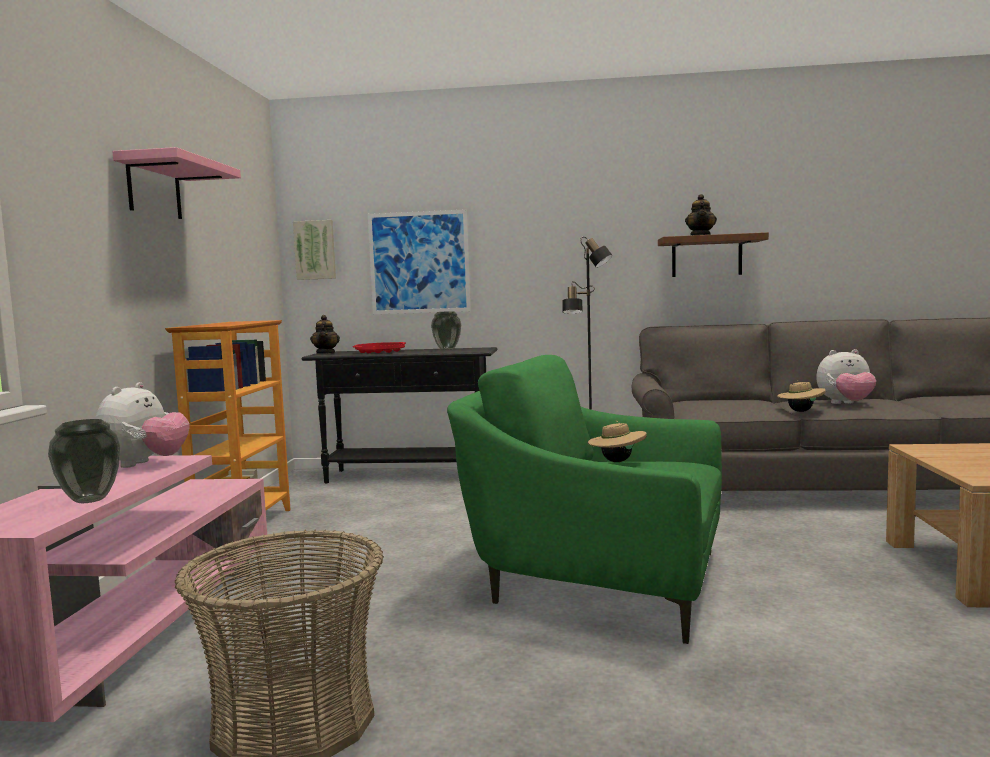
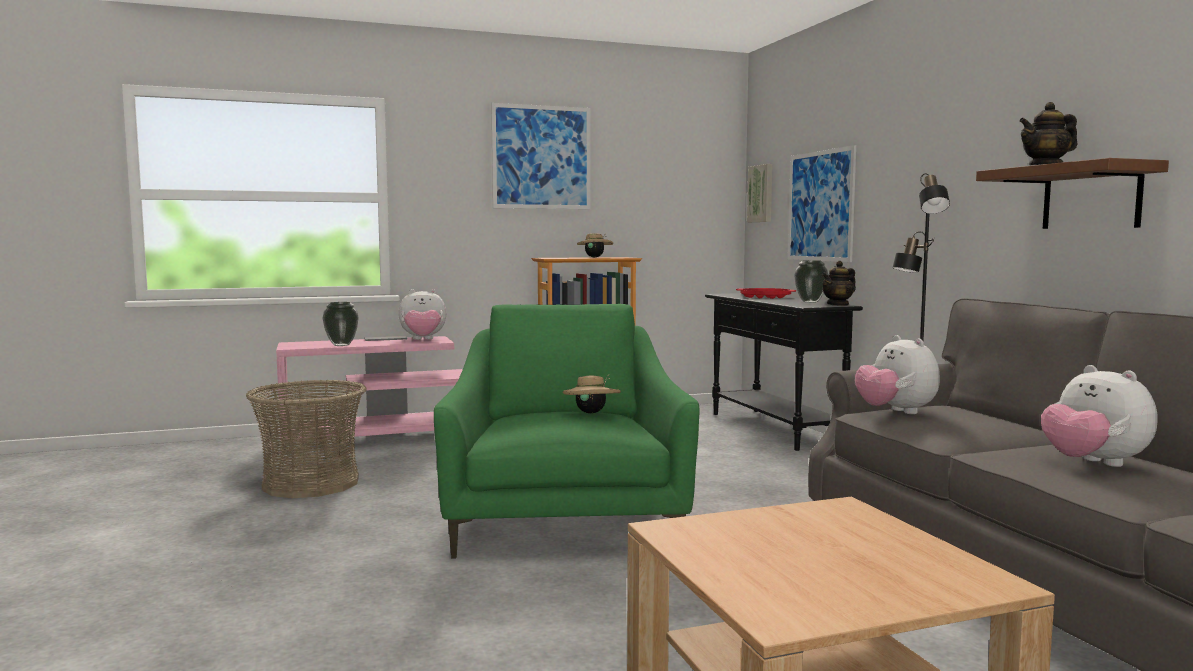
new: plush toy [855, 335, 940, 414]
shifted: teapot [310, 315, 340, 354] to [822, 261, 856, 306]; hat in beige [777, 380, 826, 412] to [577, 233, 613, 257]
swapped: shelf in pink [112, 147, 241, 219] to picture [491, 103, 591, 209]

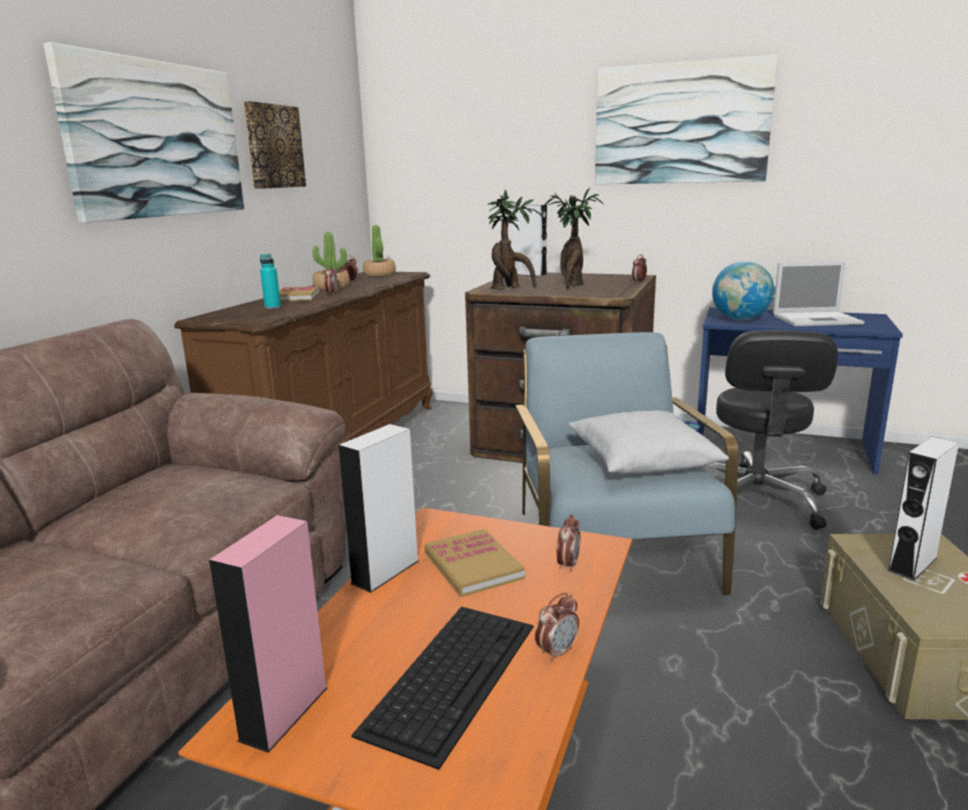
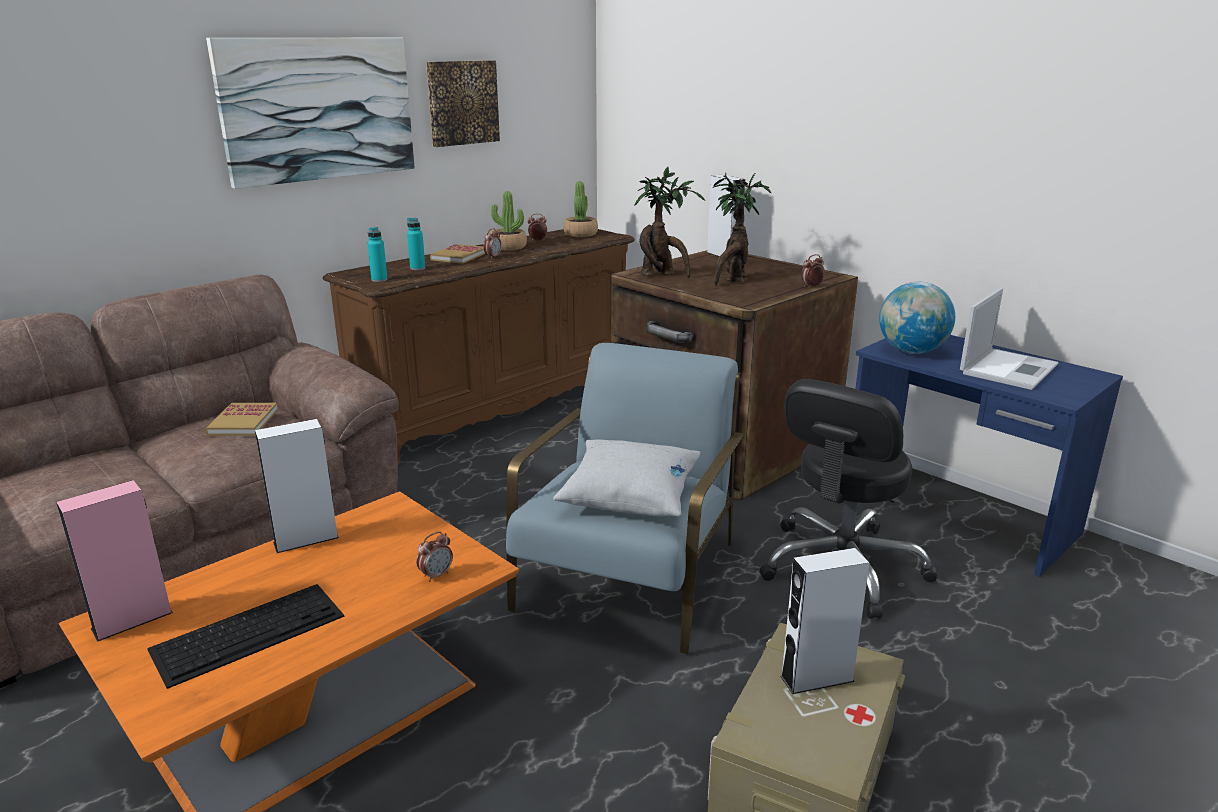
gone: picture [595, 54, 778, 184]; alarm clock [535, 593, 579, 662]
new: bottle in turquoise [367, 227, 388, 282]
shifted: book [424, 529, 525, 597] to [205, 403, 278, 436]
rotated: laptop [773, 261, 864, 326] = [960, 288, 1059, 390] 75 degrees counterclockwise

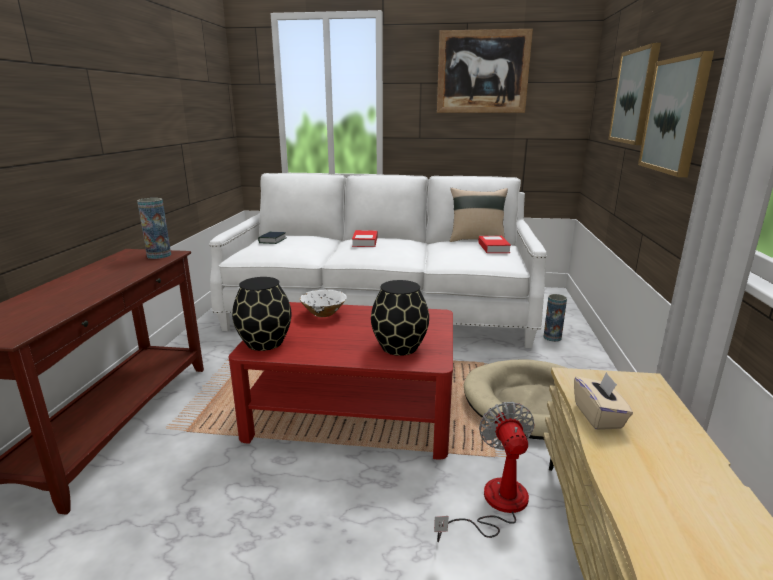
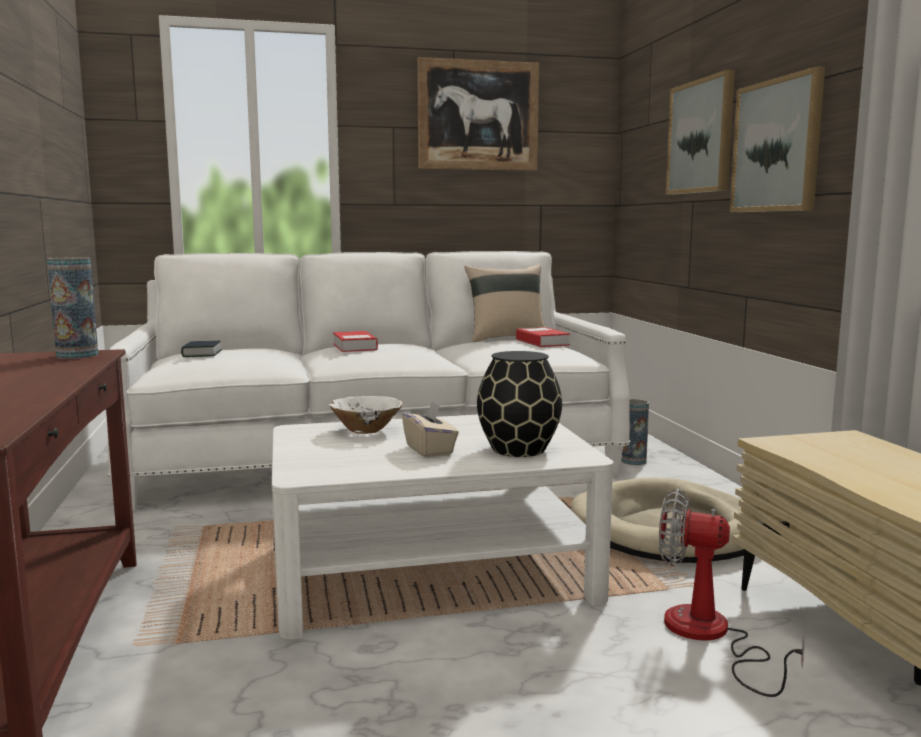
gone: vase in black [232, 277, 291, 351]
shifted: tissue box in beige [574, 372, 633, 430] to [402, 401, 459, 457]
repainted: coffee table in red [228, 302, 453, 460] to coffee table in white [272, 415, 613, 640]
rotated: fan [434, 402, 535, 542] = [659, 488, 805, 697] 45 degrees counterclockwise

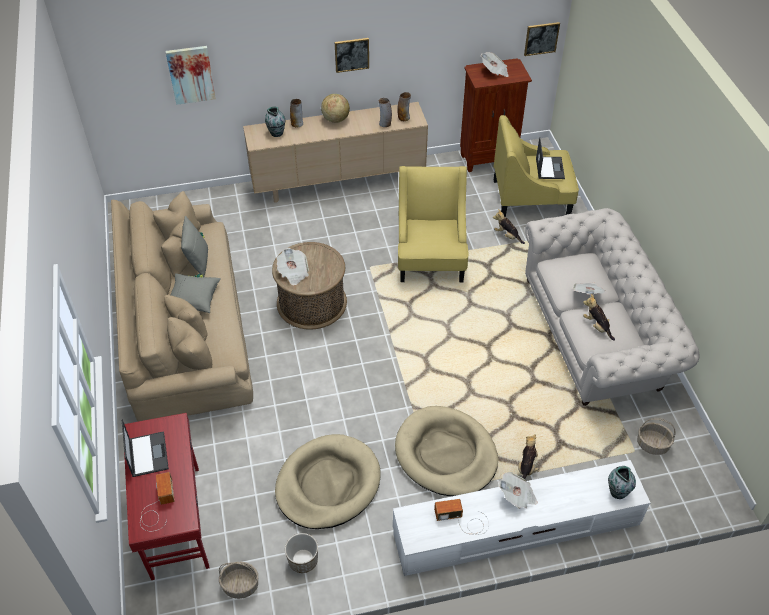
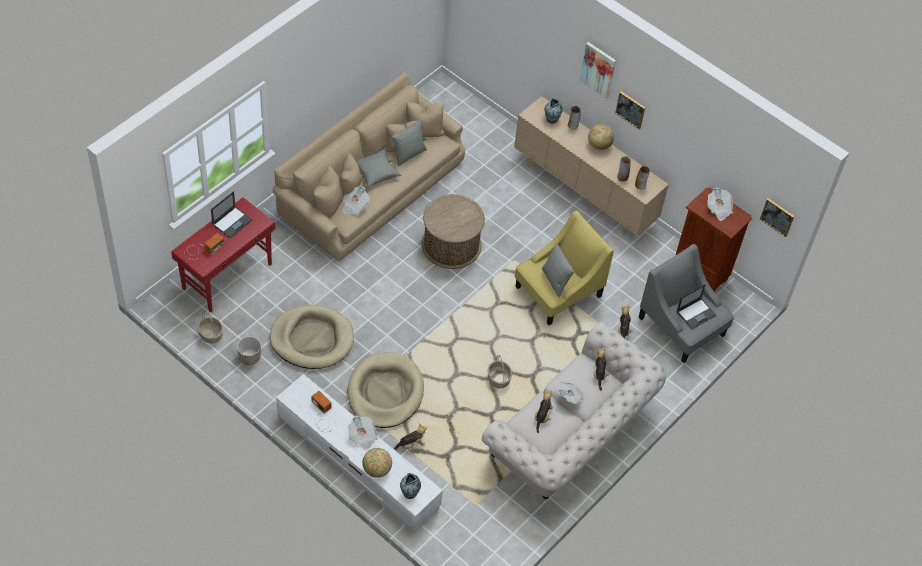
new: pillow in grey [542, 243, 574, 297]; plush toy [594, 347, 609, 390]; globe [363, 448, 392, 478]
shifted: picture [165, 46, 216, 105] to [580, 42, 616, 99]; newspaper [277, 248, 309, 286] to [342, 186, 370, 216]; basket [637, 418, 676, 455] to [488, 355, 512, 389]
repainted: armchair in yellow [494, 115, 579, 217] to armchair in grey [639, 244, 734, 363]

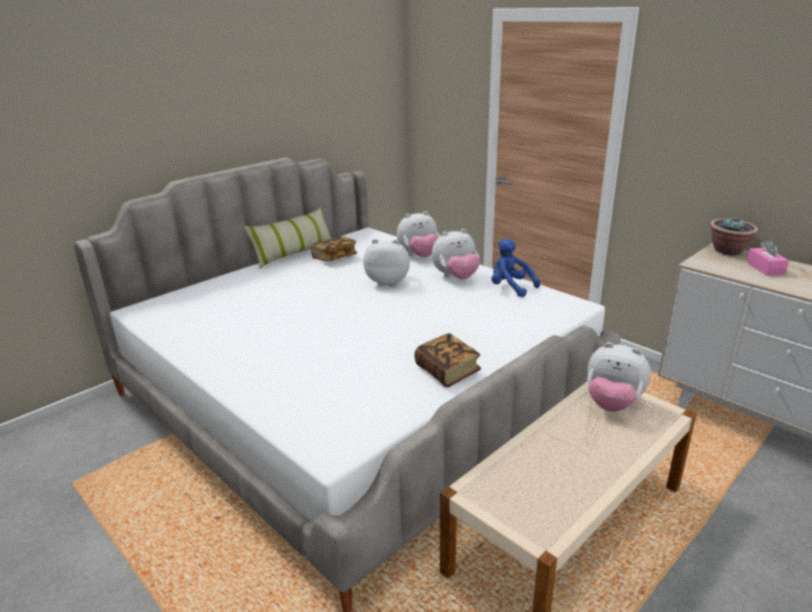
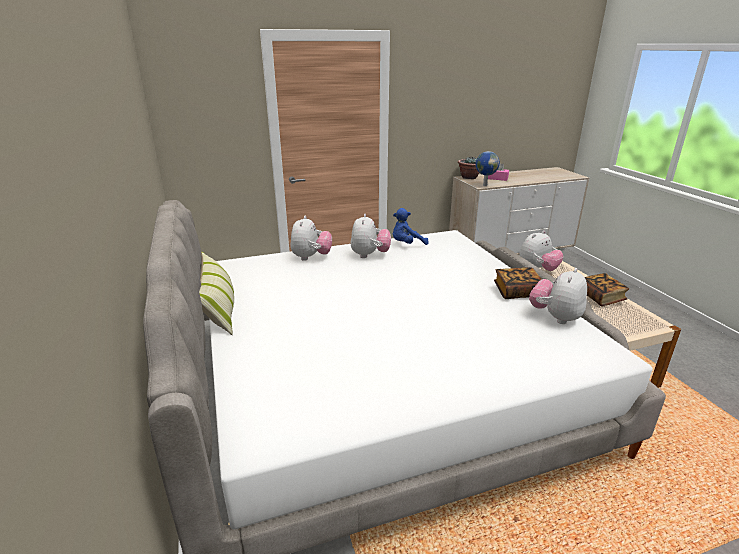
new: globe [475, 151, 500, 186]
shifted: book [310, 237, 357, 262] to [585, 273, 629, 306]; plush toy [363, 239, 410, 287] to [529, 268, 587, 324]

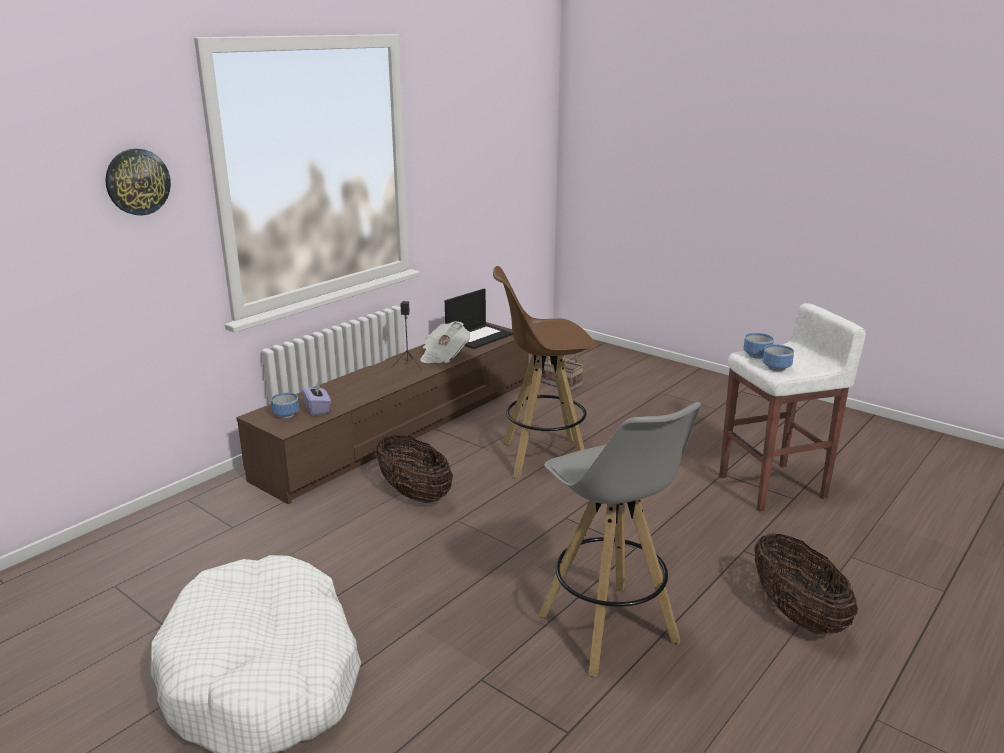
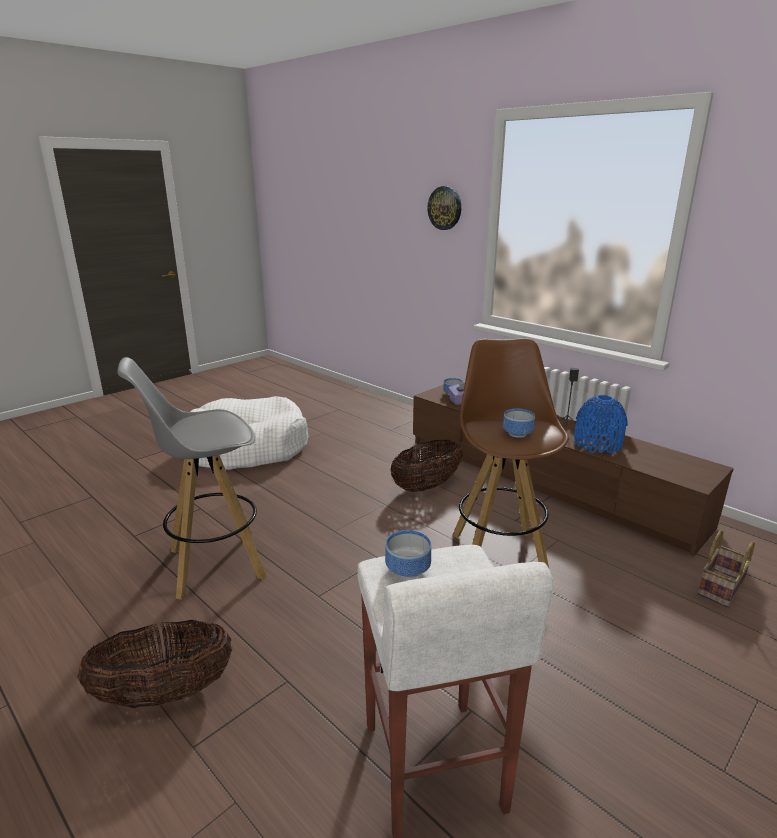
gone: laptop [445, 289, 513, 349]
shifted: bowl [743, 333, 773, 359] to [503, 409, 535, 438]
swapped: newspaper [420, 321, 470, 363] to vase in blue [574, 395, 628, 454]

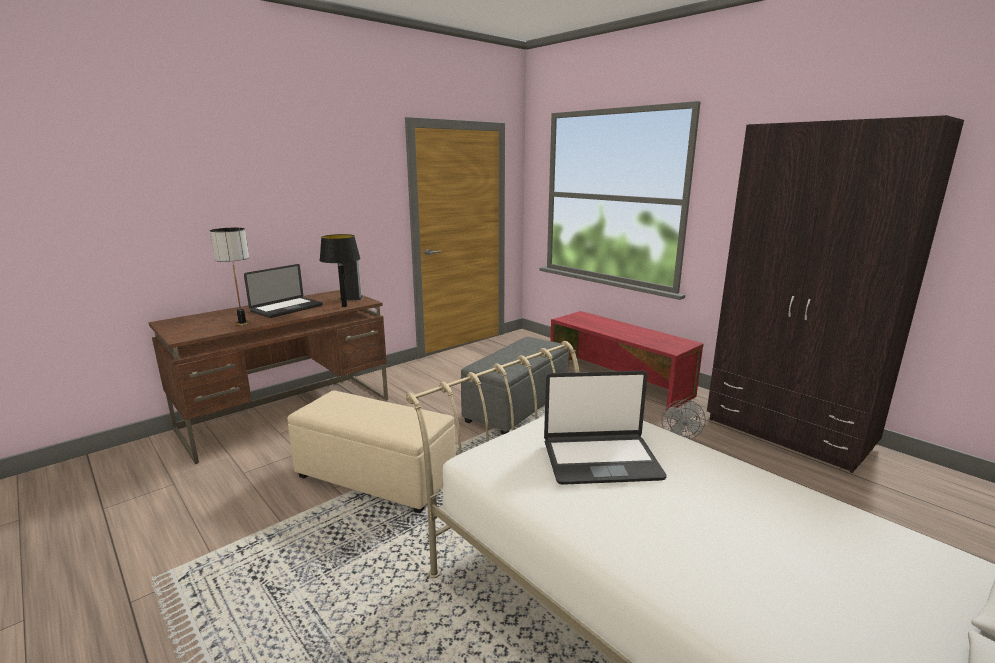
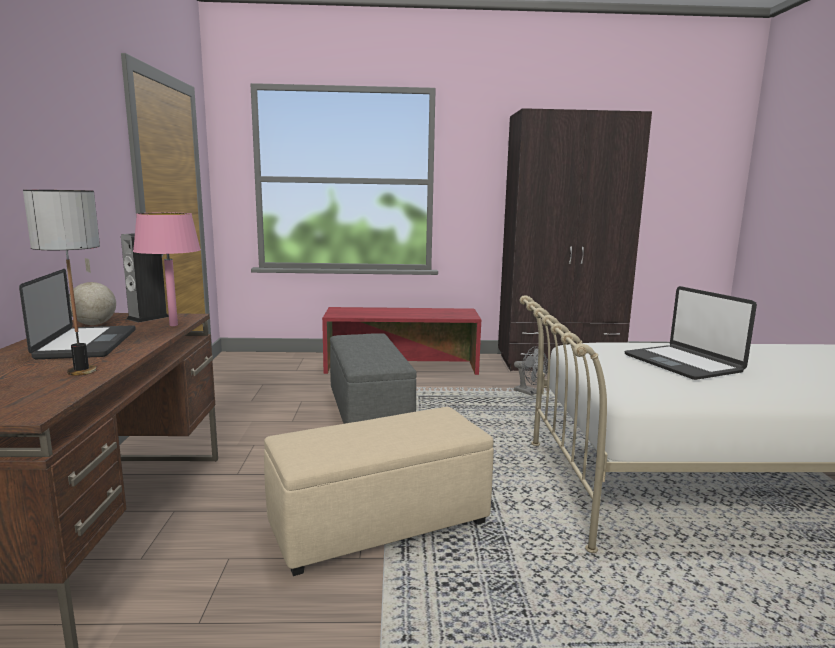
new: globe [69, 258, 116, 325]
repainted: table lamp in black [319, 234, 361, 307] to table lamp in pink [133, 213, 201, 326]
rotated: laptop [544, 371, 666, 485] = [624, 286, 757, 380] 120 degrees clockwise

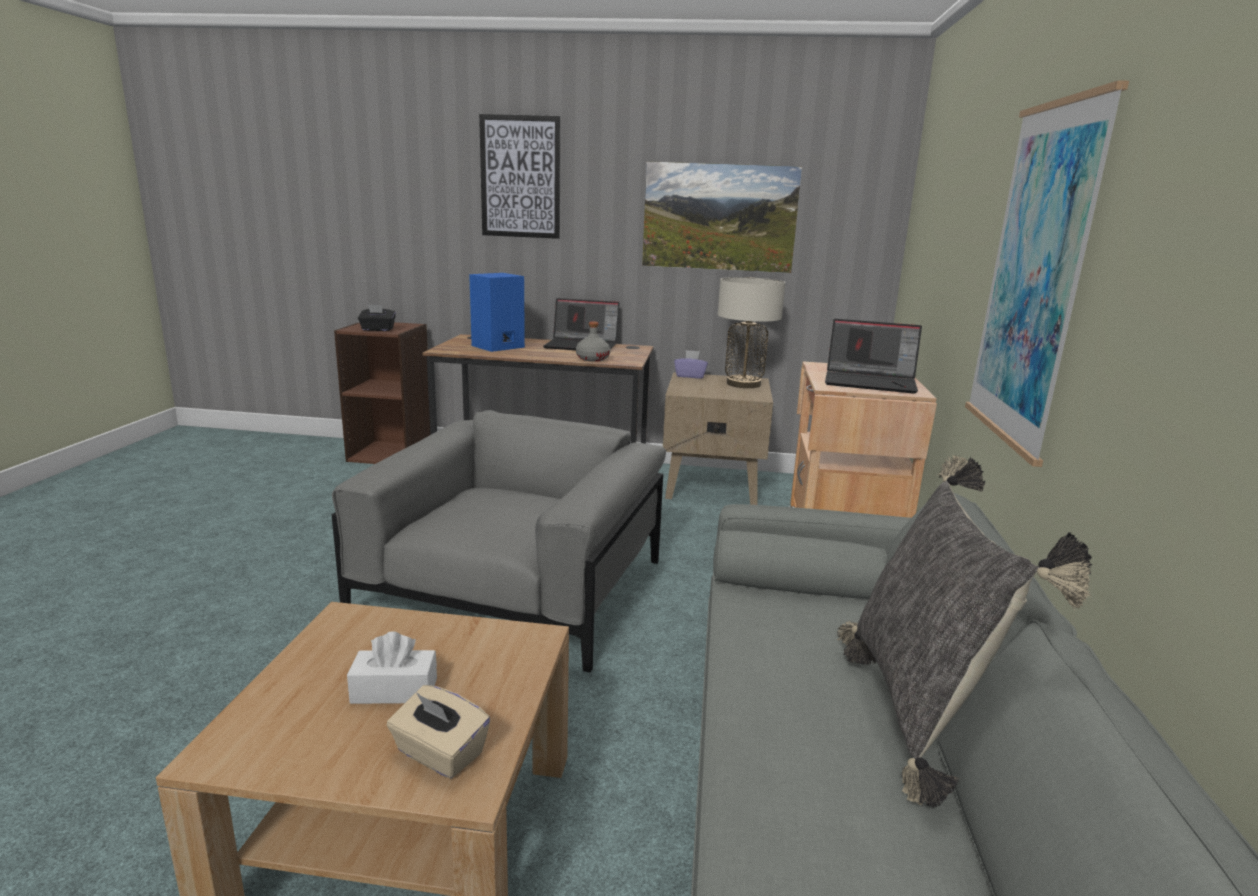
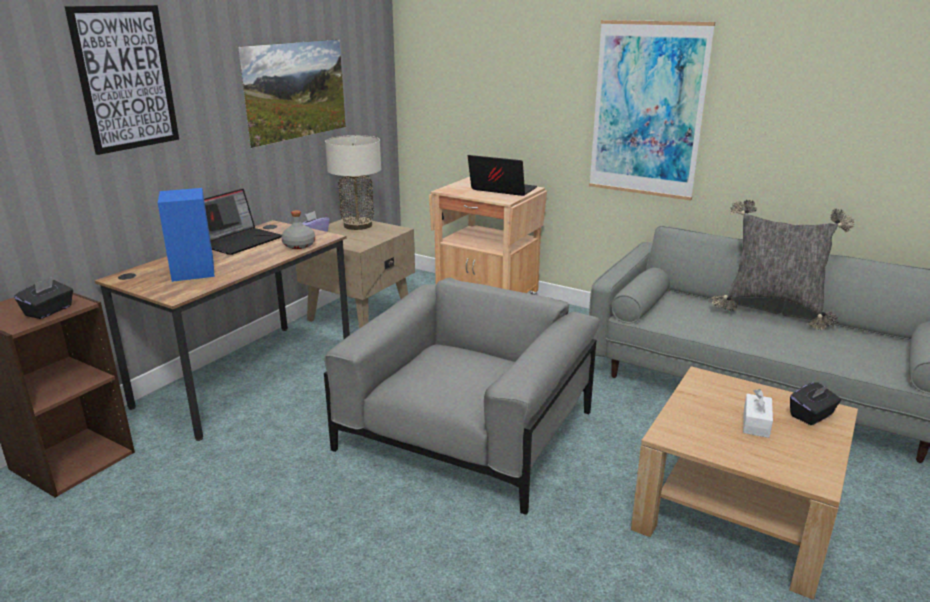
repainted: tissue box in beige [387, 685, 490, 779] to tissue box in black [790, 382, 841, 425]
rotated: laptop [825, 319, 922, 394] = [468, 155, 537, 196] 105 degrees counterclockwise; armchair in grey [332, 410, 666, 672] = [324, 278, 599, 515] 75 degrees clockwise

